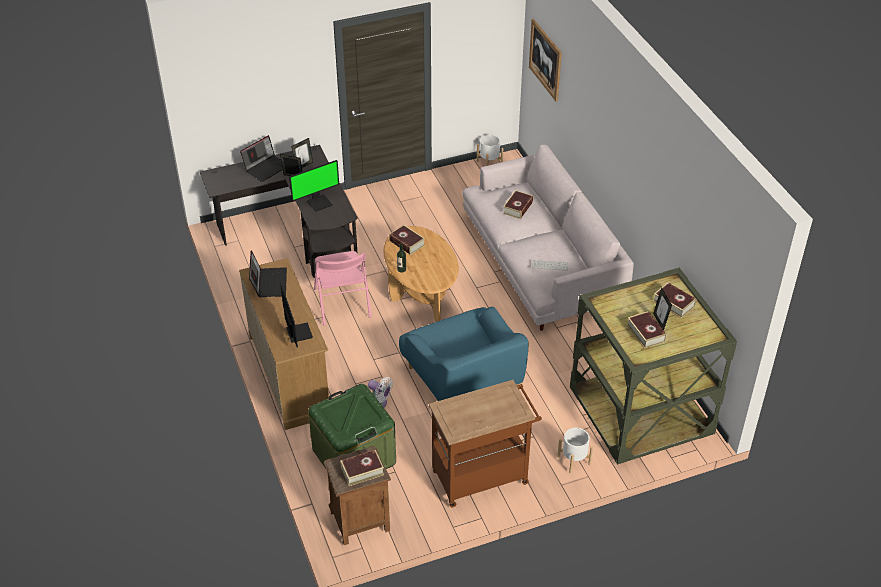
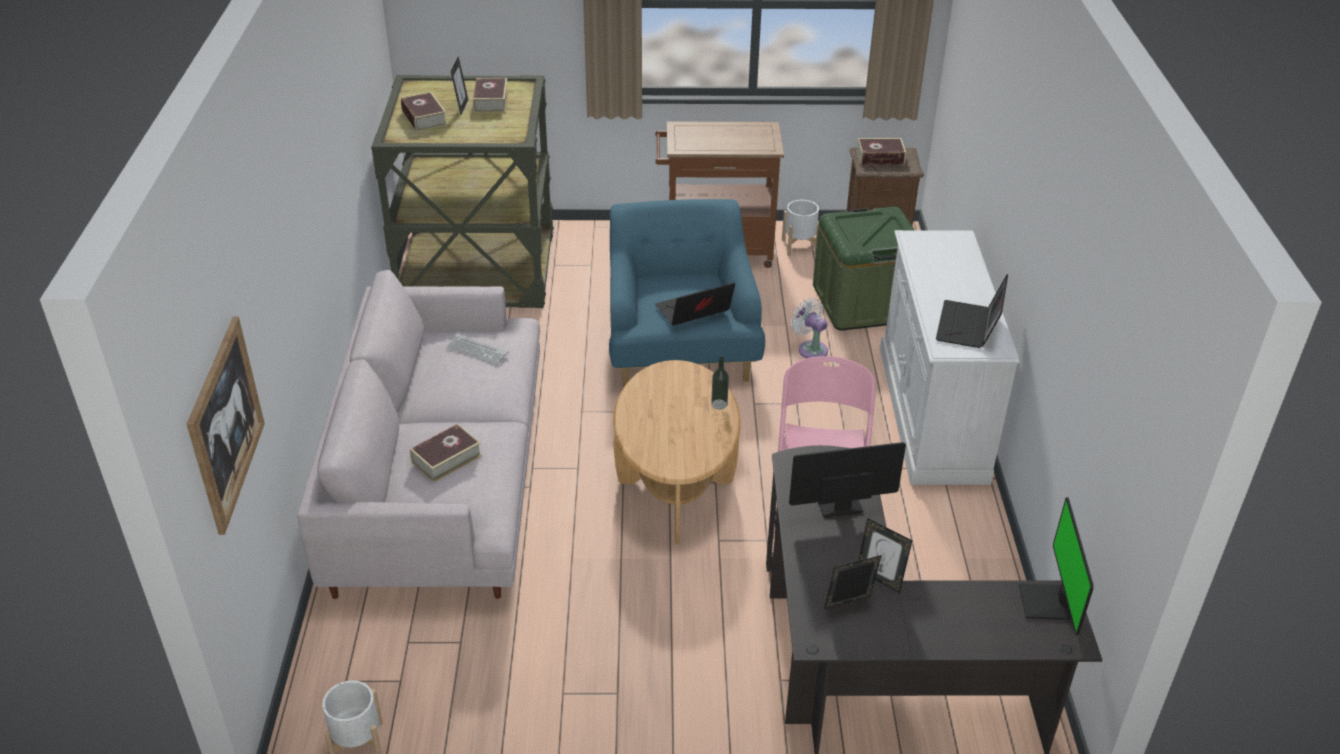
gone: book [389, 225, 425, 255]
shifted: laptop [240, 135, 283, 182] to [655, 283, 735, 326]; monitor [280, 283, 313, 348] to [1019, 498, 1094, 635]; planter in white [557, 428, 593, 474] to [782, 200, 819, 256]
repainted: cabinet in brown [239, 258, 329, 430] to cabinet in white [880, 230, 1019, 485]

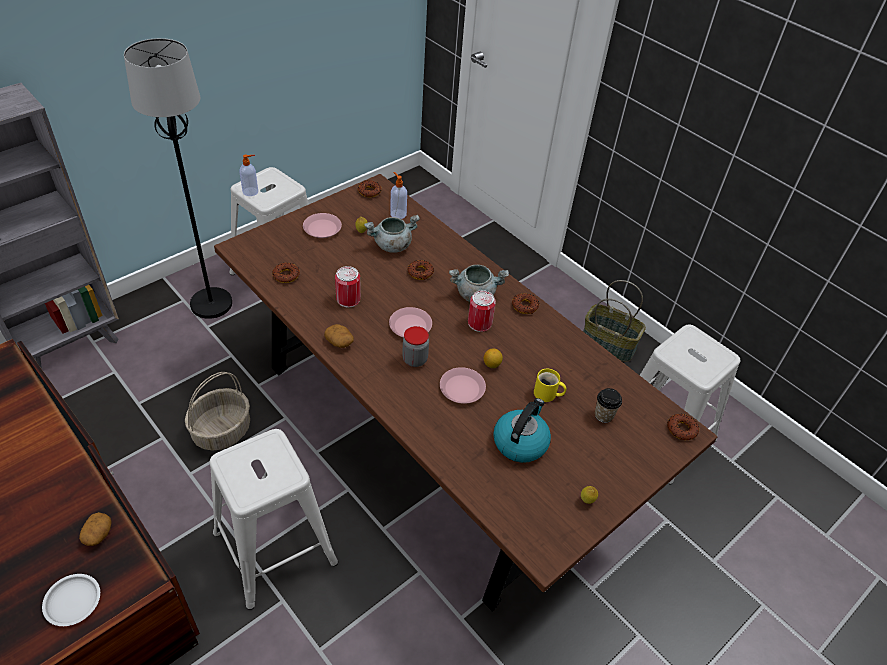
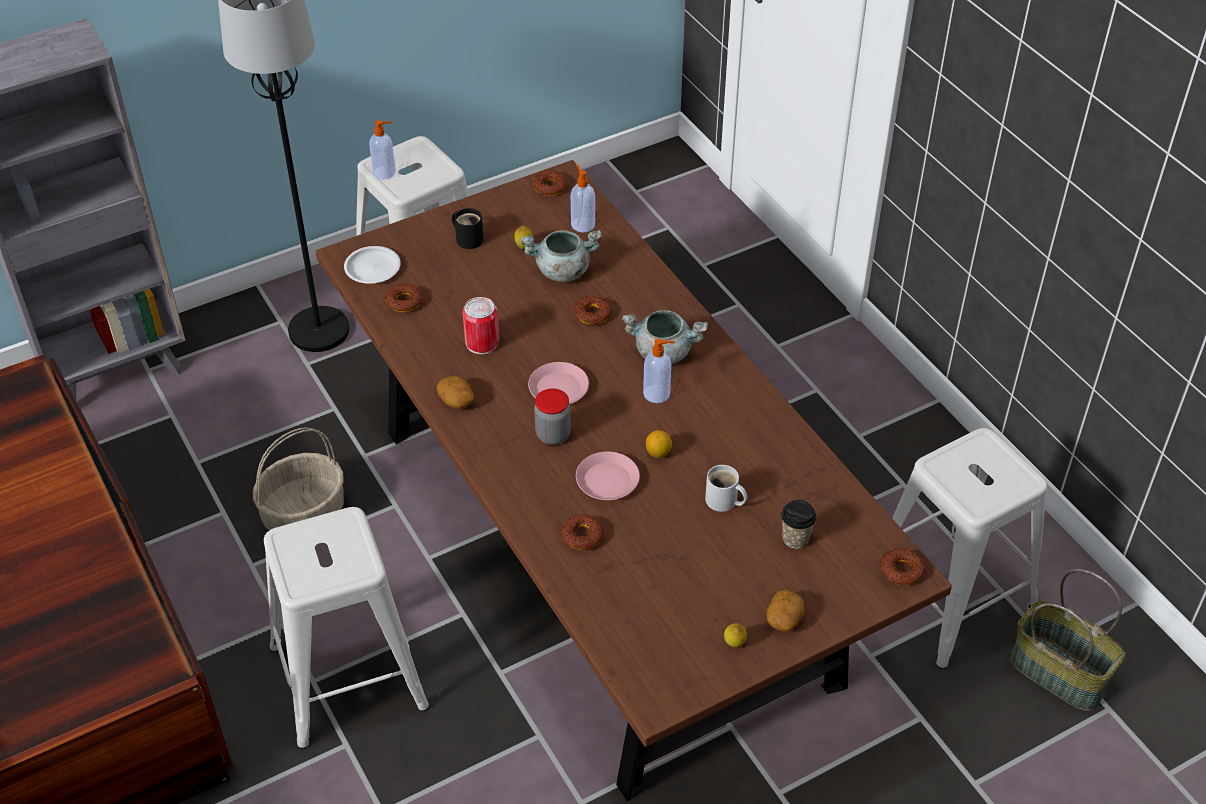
gone: kettle [493, 398, 551, 463]
shifted: basket [583, 280, 646, 362] to [1010, 569, 1125, 711]; donut [512, 293, 539, 314] to [561, 514, 605, 551]; potato [79, 512, 111, 546] to [767, 590, 804, 632]; plate in white [42, 574, 100, 626] to [344, 246, 401, 284]
swapped: plate in pink [303, 213, 342, 238] to mug in black [452, 208, 484, 249]; can [468, 290, 496, 332] to soap dispenser [643, 339, 675, 403]
repainted: mug in yellow [534, 369, 567, 402] to mug in white [705, 465, 747, 512]

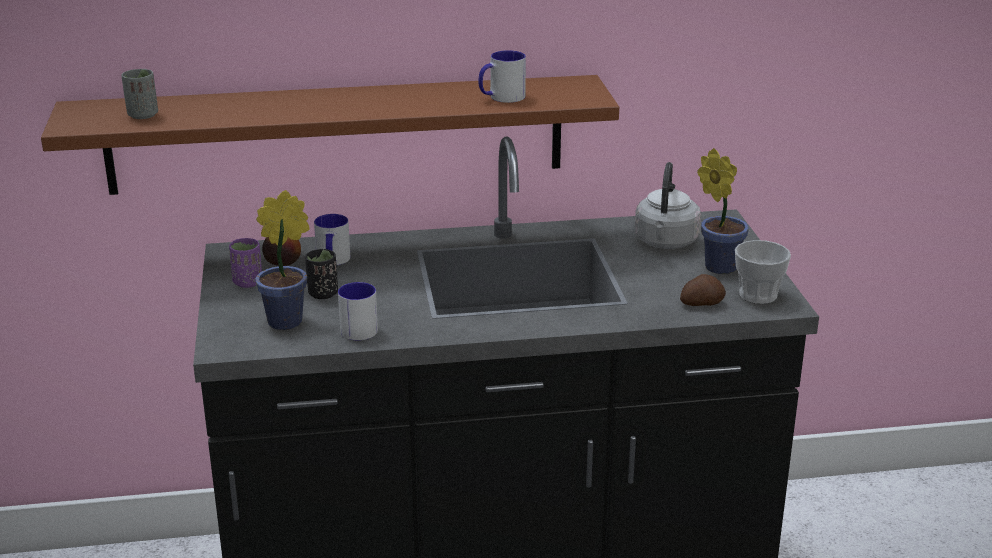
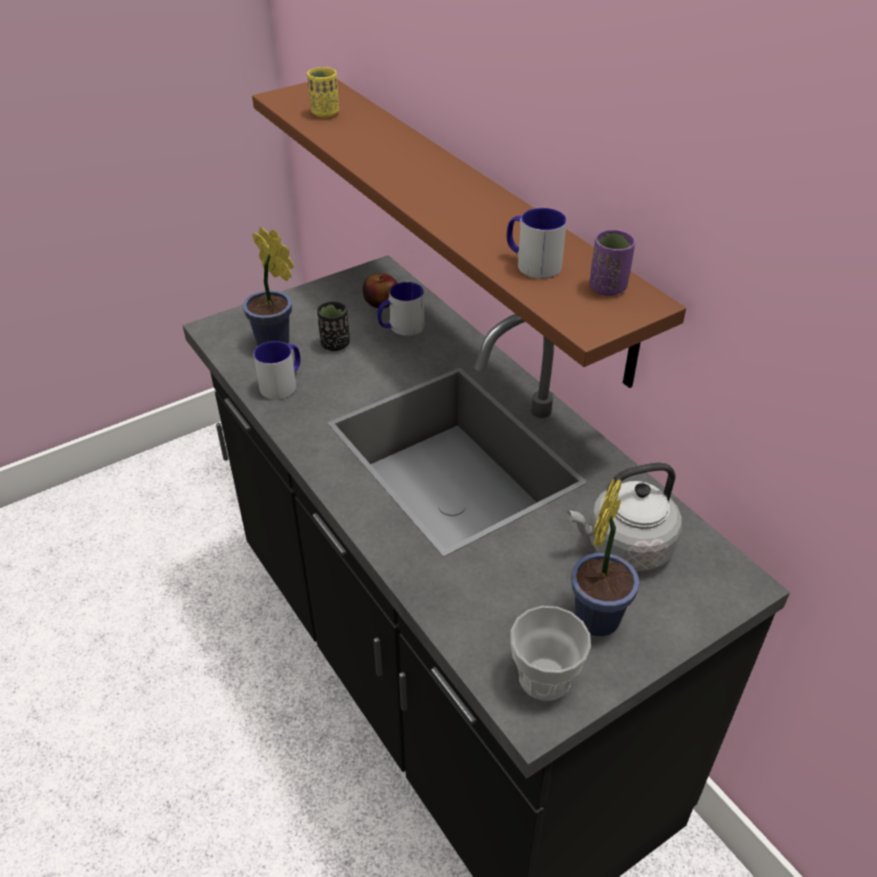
gone: potato [680, 274, 726, 306]
shifted: cup in purple [229, 238, 262, 288] to [590, 229, 635, 296]
repainted: cup in grey [121, 69, 158, 119] to cup in yellow [307, 67, 339, 118]

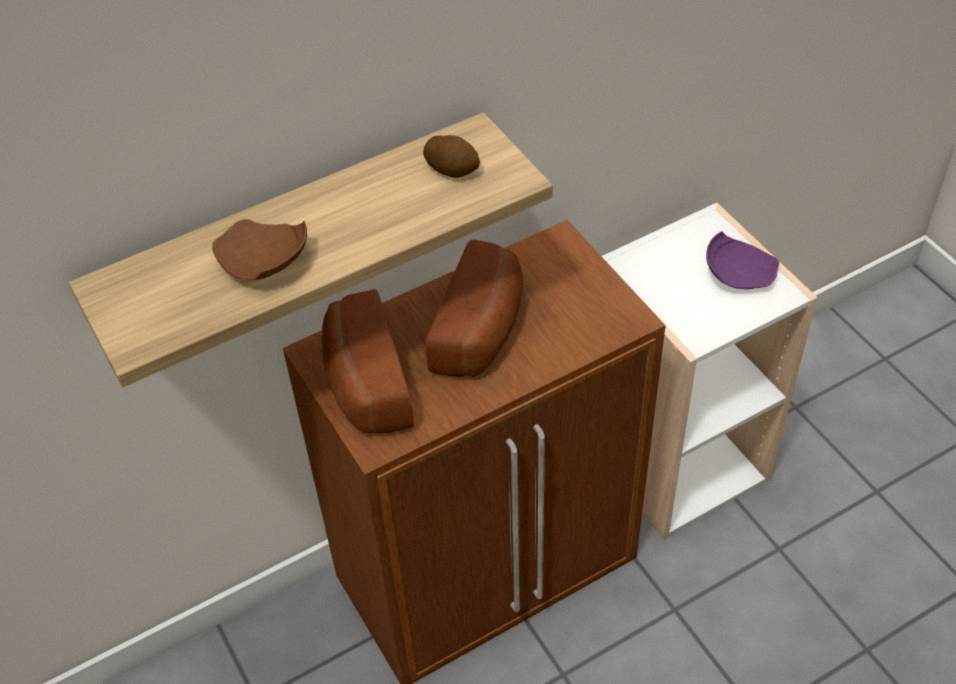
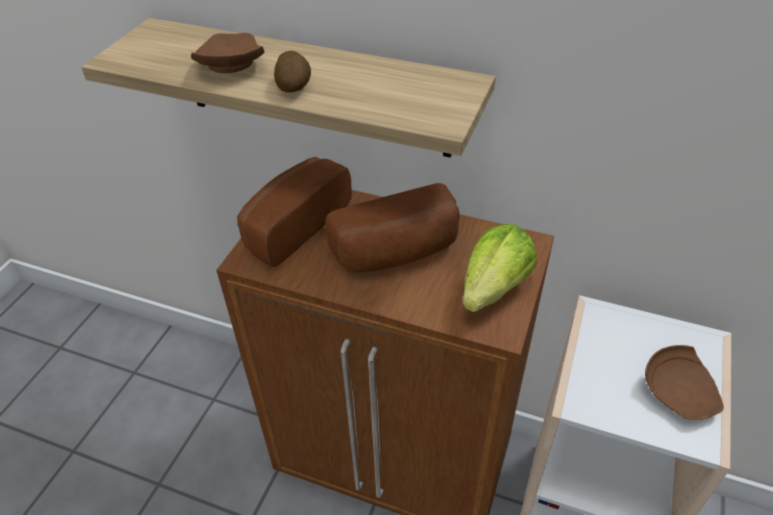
new: lettuce [463, 224, 537, 312]
shifted: potato [423, 135, 480, 178] to [274, 51, 311, 92]
repainted: plate in purple [706, 231, 779, 289] to plate in brown [645, 345, 724, 420]

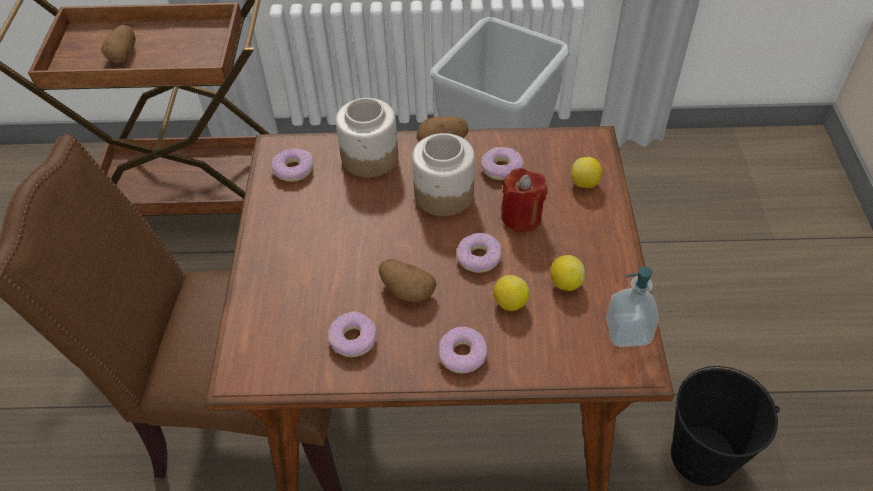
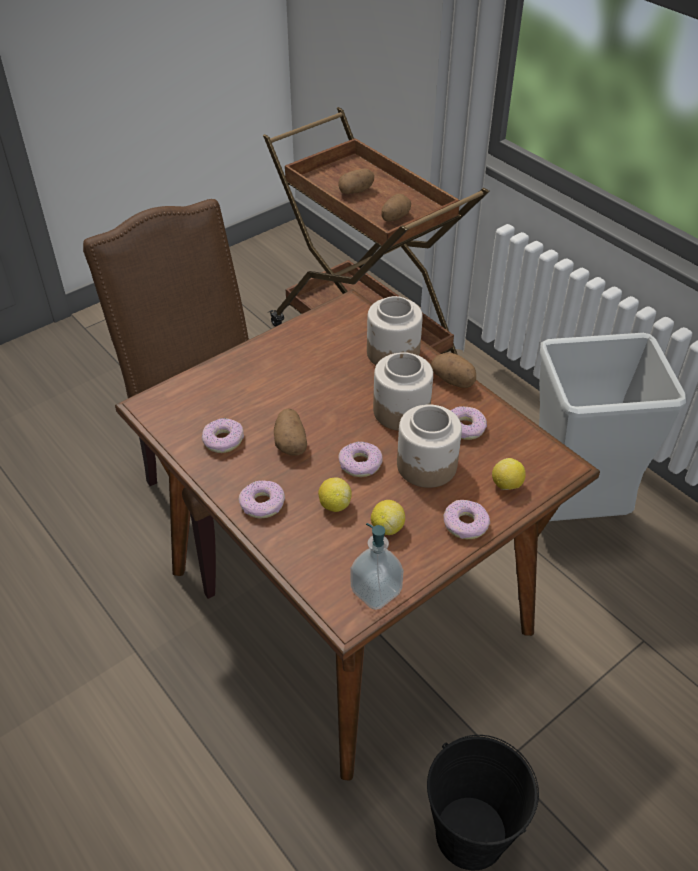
new: potato [381, 194, 411, 221]
shifted: donut [271, 148, 314, 182] to [443, 500, 490, 539]
swapped: candle in red [501, 168, 547, 232] to jar [397, 404, 462, 488]

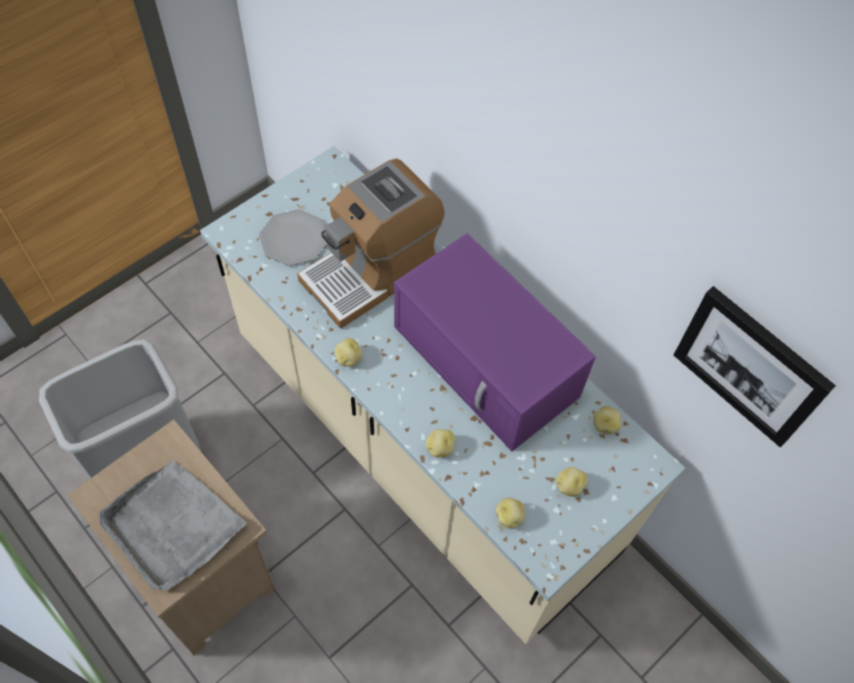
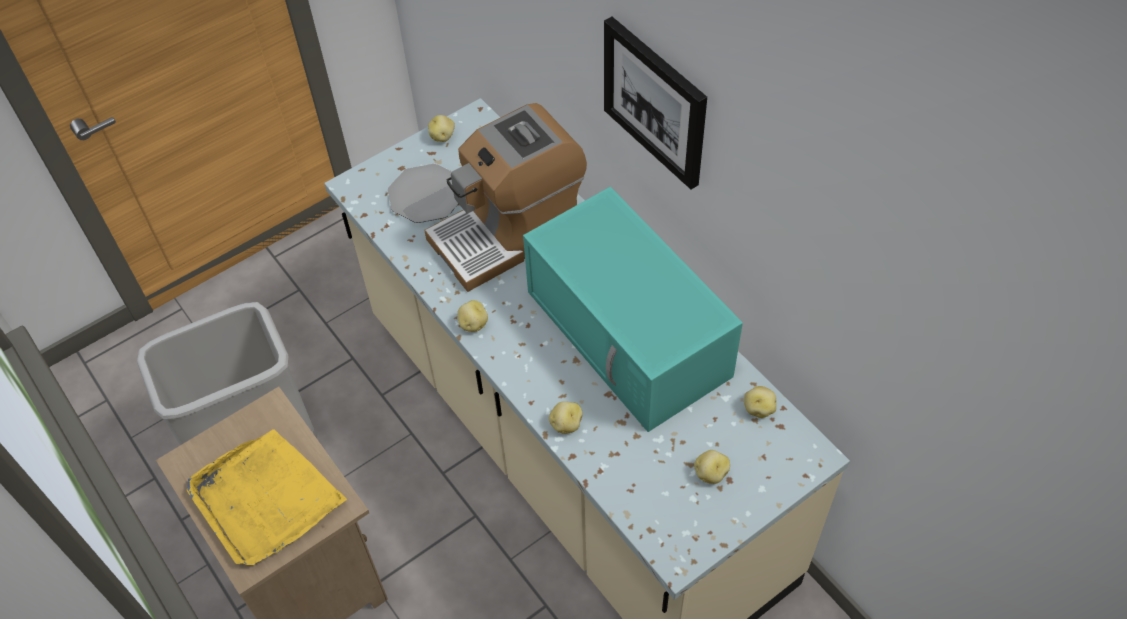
shifted: picture [674, 286, 836, 447] to [604, 17, 707, 189]; potato [496, 497, 525, 529] to [428, 115, 455, 142]
repainted: microwave in purple [394, 233, 596, 451] to microwave in turquoise [523, 187, 743, 432]; tray in grey [100, 460, 247, 590] to tray in yellow [187, 429, 347, 565]

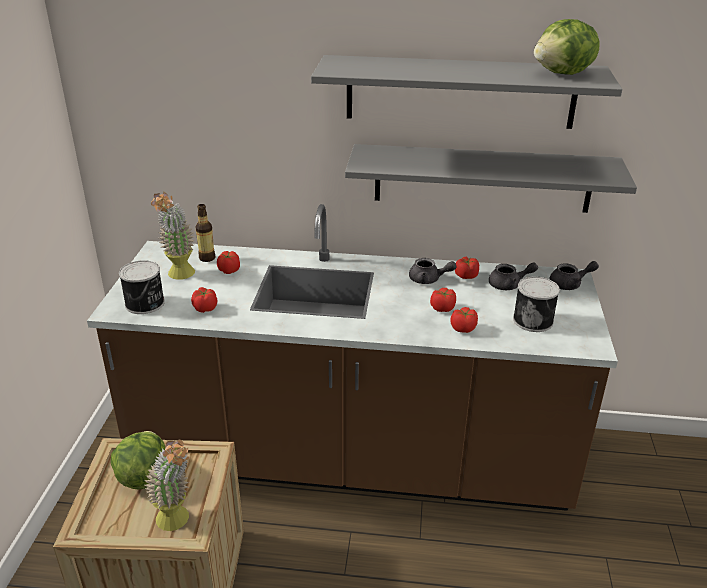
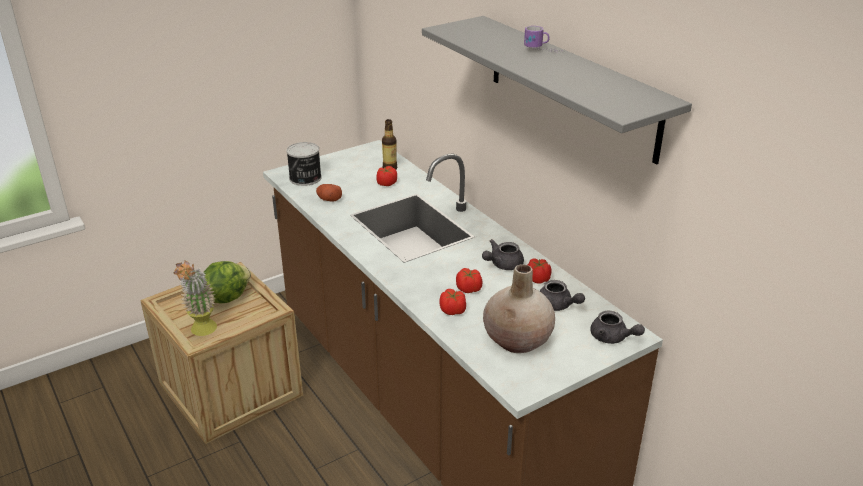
gone: lettuce [534, 19, 600, 75]; shelf in grey [345, 144, 637, 213]; potted plant [151, 191, 195, 280]
new: mug [524, 26, 564, 53]
swapped: can [513, 277, 560, 332] to vase in beige [483, 264, 555, 353]; tomato [191, 287, 217, 313] to potato [316, 184, 342, 202]
rotated: teapot in grey [409, 258, 456, 284] = [482, 239, 524, 270] 75 degrees clockwise

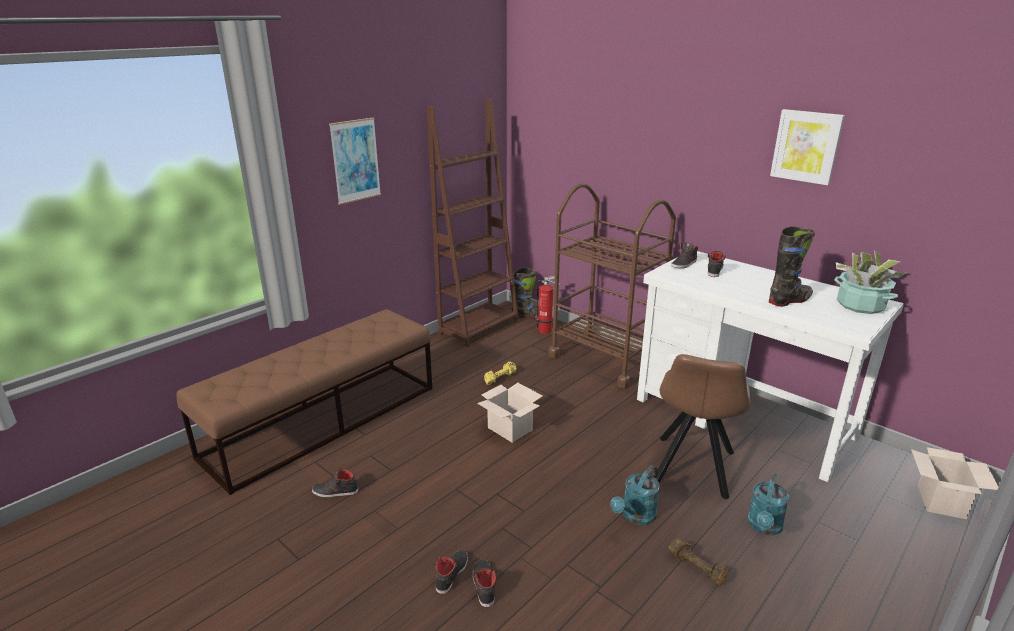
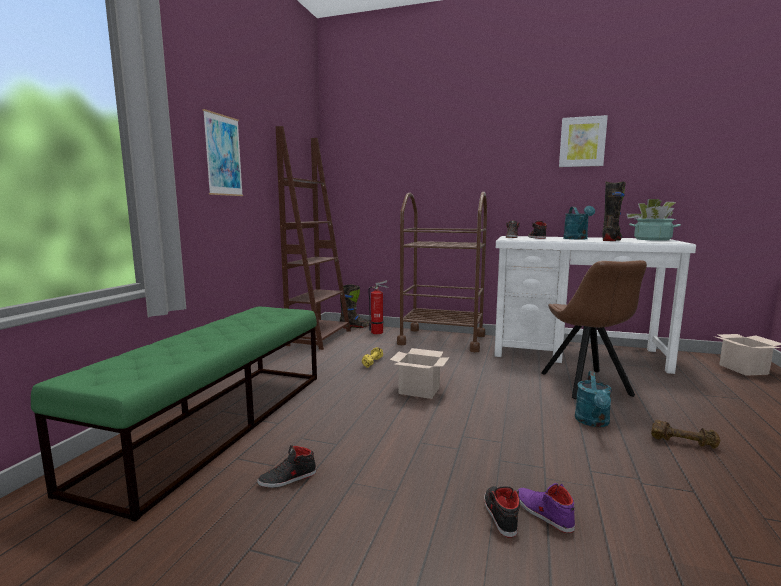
shifted: watering can in turquoise [747, 473, 789, 535] to [563, 206, 595, 239]
repainted: bench in brown [176, 309, 432, 495] to bench in green [31, 307, 317, 522]; shoe in black [472, 560, 497, 607] to shoe in purple [517, 483, 575, 533]

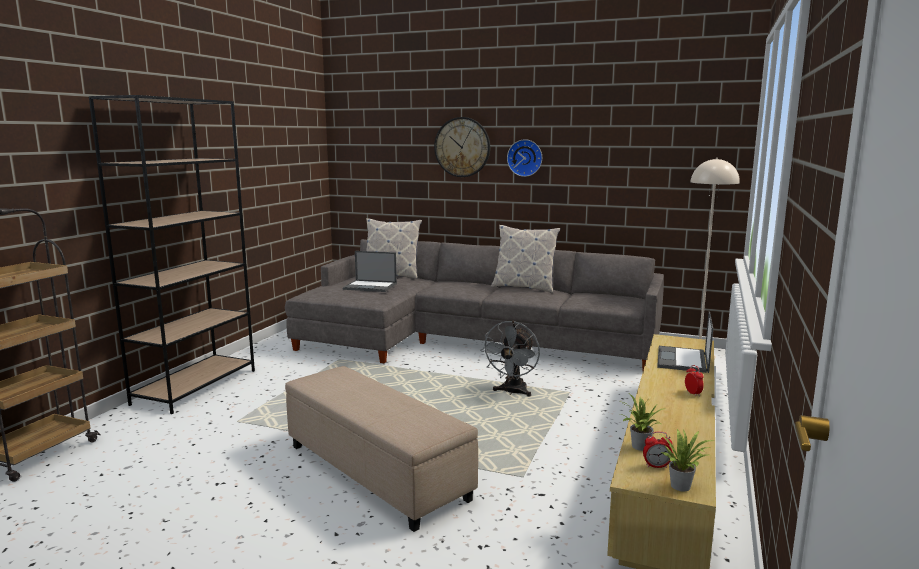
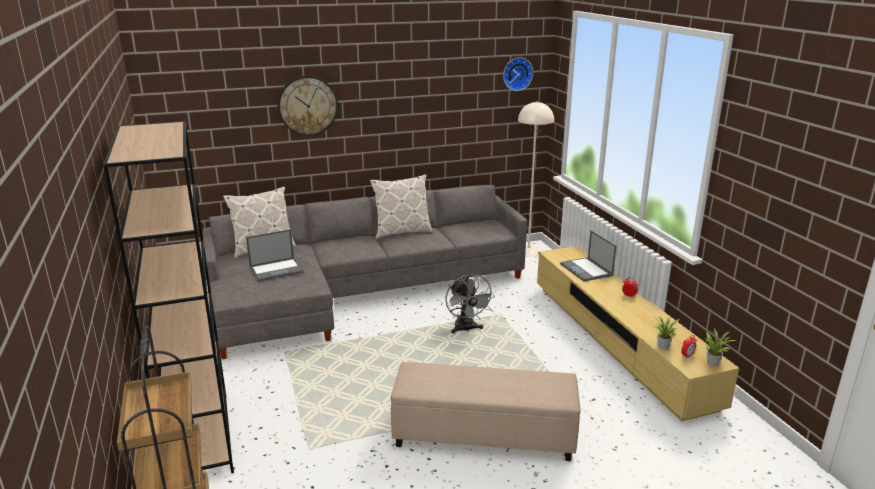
shifted: wall clock [507, 139, 542, 177] to [503, 57, 533, 91]

